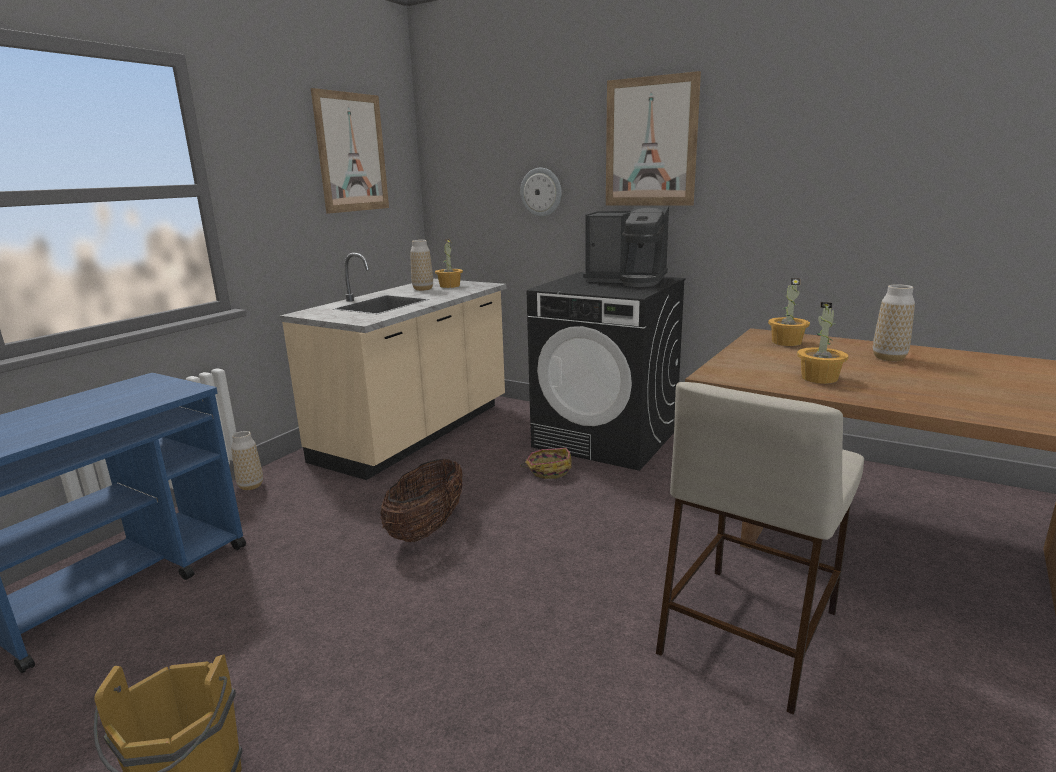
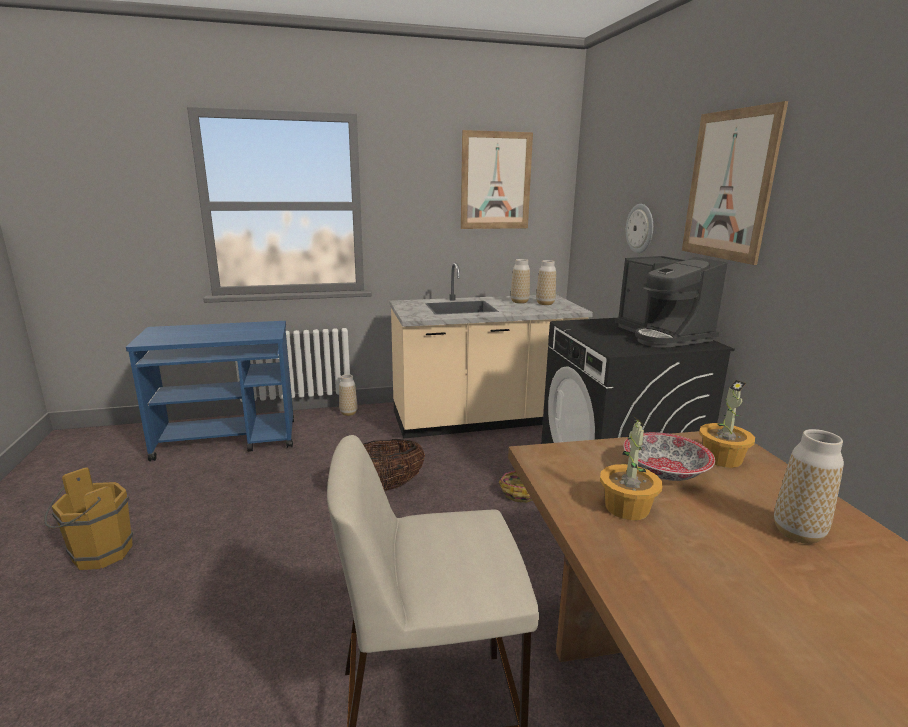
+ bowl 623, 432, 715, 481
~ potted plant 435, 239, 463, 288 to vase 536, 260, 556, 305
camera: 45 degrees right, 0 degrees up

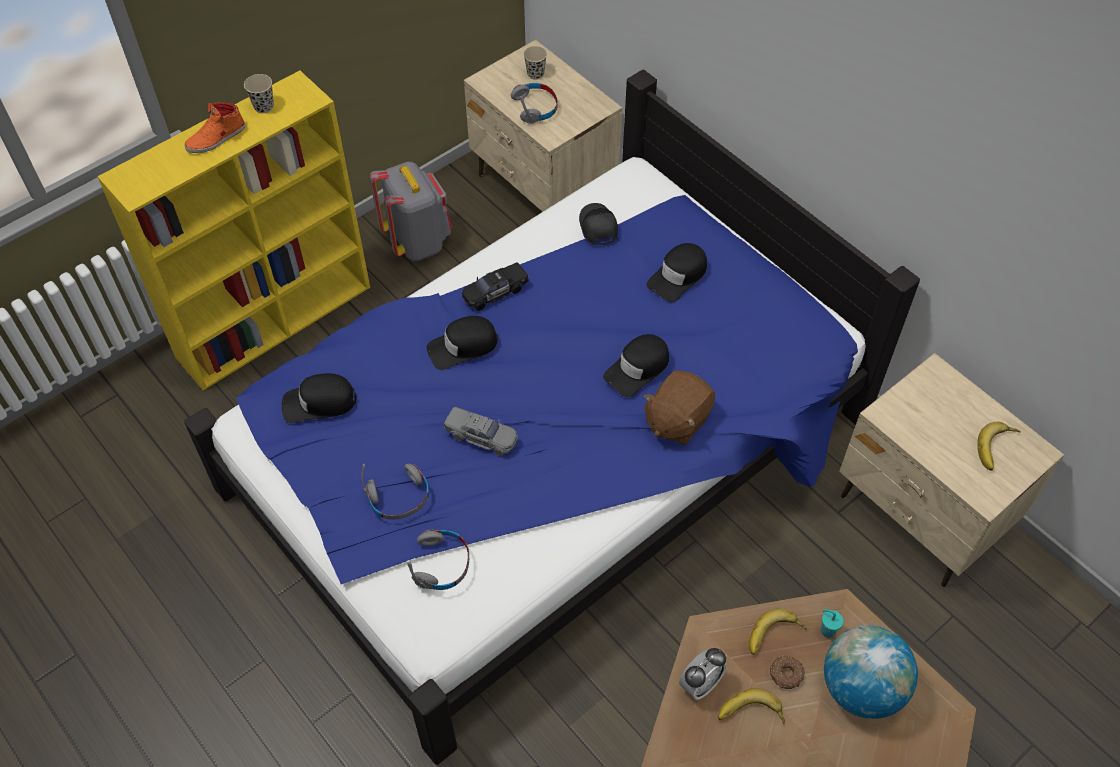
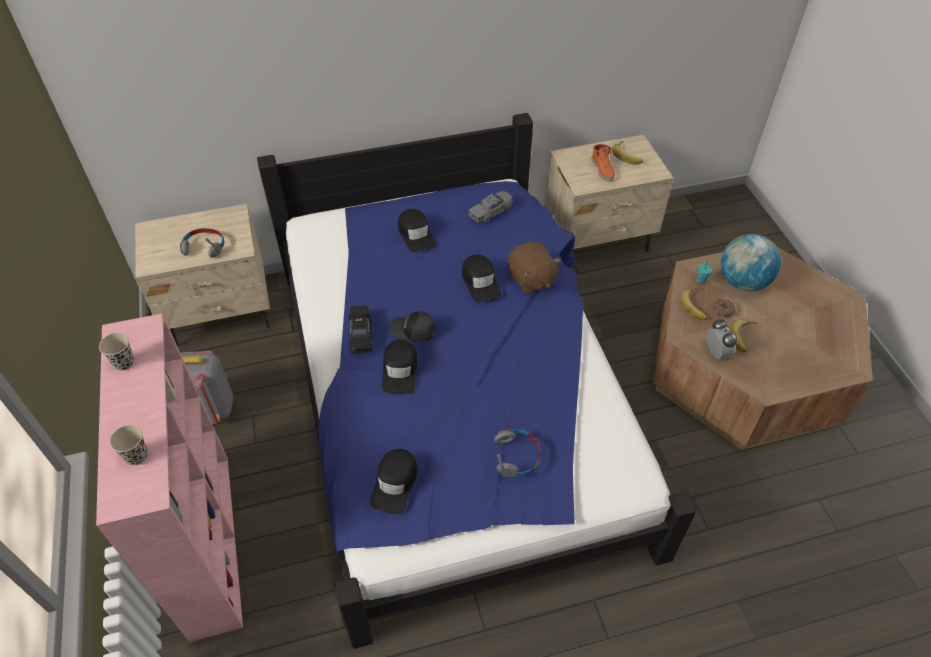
- grey headphones 407, 530, 469, 590
~ orange shoe 184, 102, 245, 153 to 592, 144, 615, 181
~ grey toy car 444, 407, 518, 456 to 468, 191, 513, 223
~ beige cup 523, 46, 547, 80 to 110, 425, 148, 465
~ black cap 579, 203, 618, 245 to 390, 311, 436, 342
~ yellow bookcase 97, 70, 370, 390 to pink bookcase 96, 314, 243, 642
camera: 65 degrees left, 5 degrees down

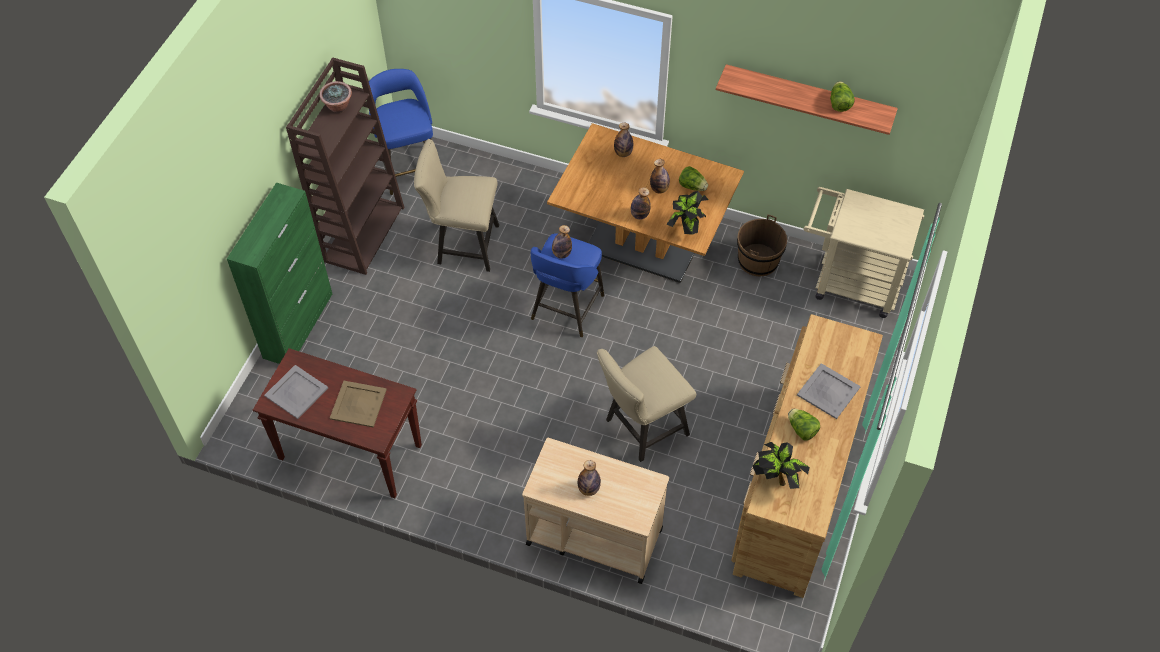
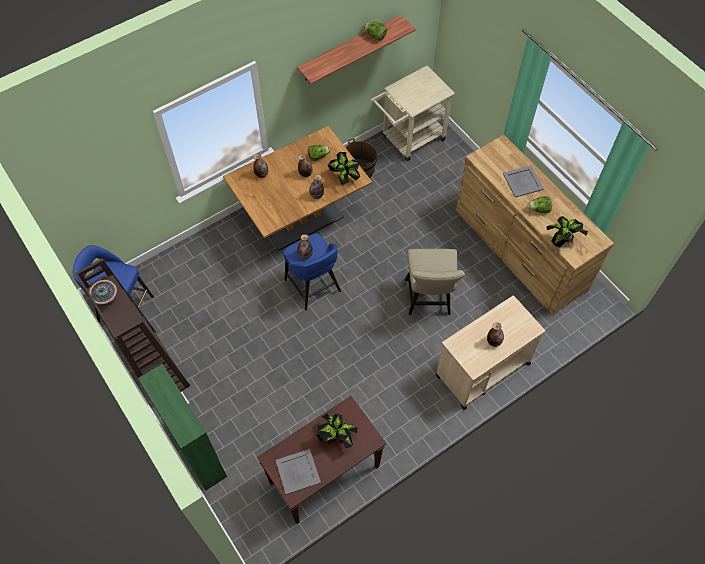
- beige chair 414, 139, 499, 272
~ beige tray 330, 381, 387, 428 to potted plant 316, 413, 358, 449
camera: 55 degrees left, 5 degrees up

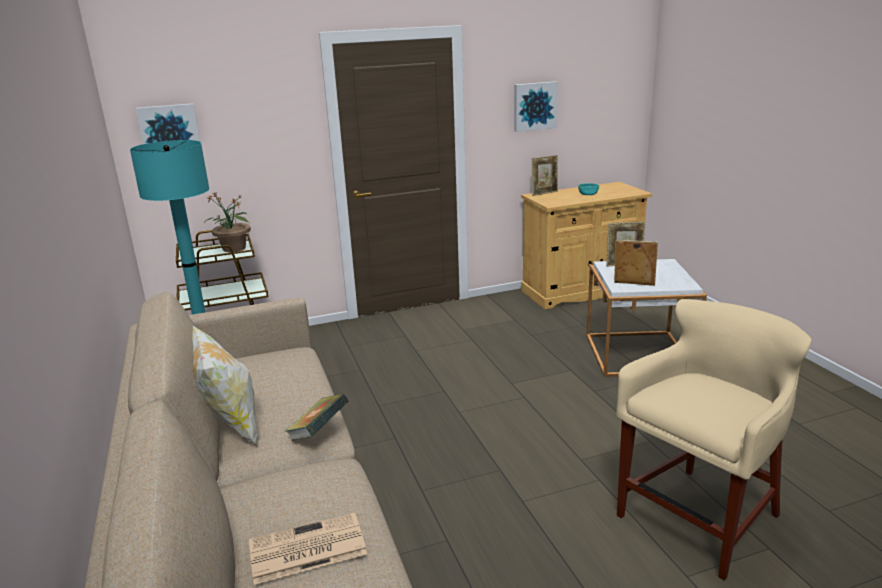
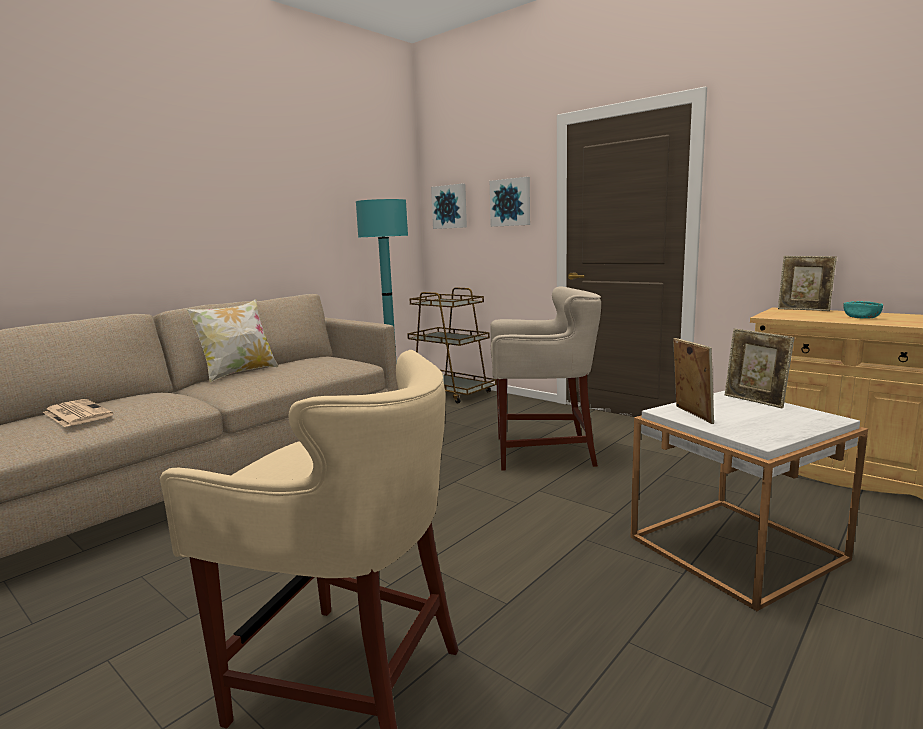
- potted plant 204, 193, 251, 252
- book 286, 393, 349, 441
+ beige stool 490, 286, 601, 471
~ picture 514, 81, 558, 132 to 490, 177, 530, 227
camera: 60 degrees right, 10 degrees down

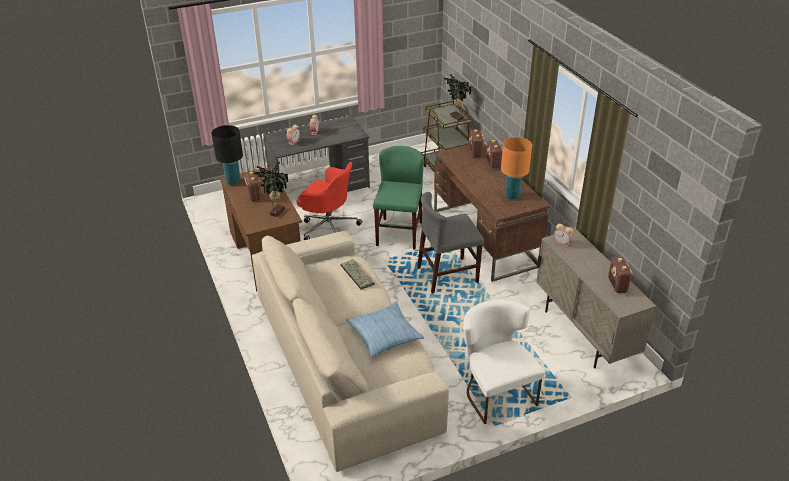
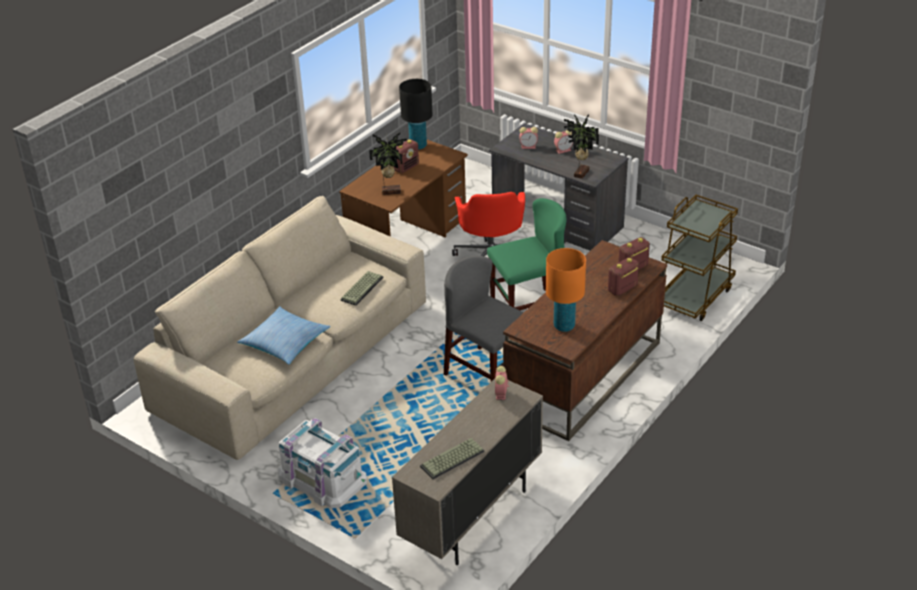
~ potted plant 444, 74, 471, 121 to 564, 114, 599, 179
~ white chair 463, 300, 545, 424 to white storage box 278, 418, 367, 508
~ radio 608, 257, 633, 293 to keyboard 420, 438, 485, 479
camera: 60 degrees right, 0 degrees up

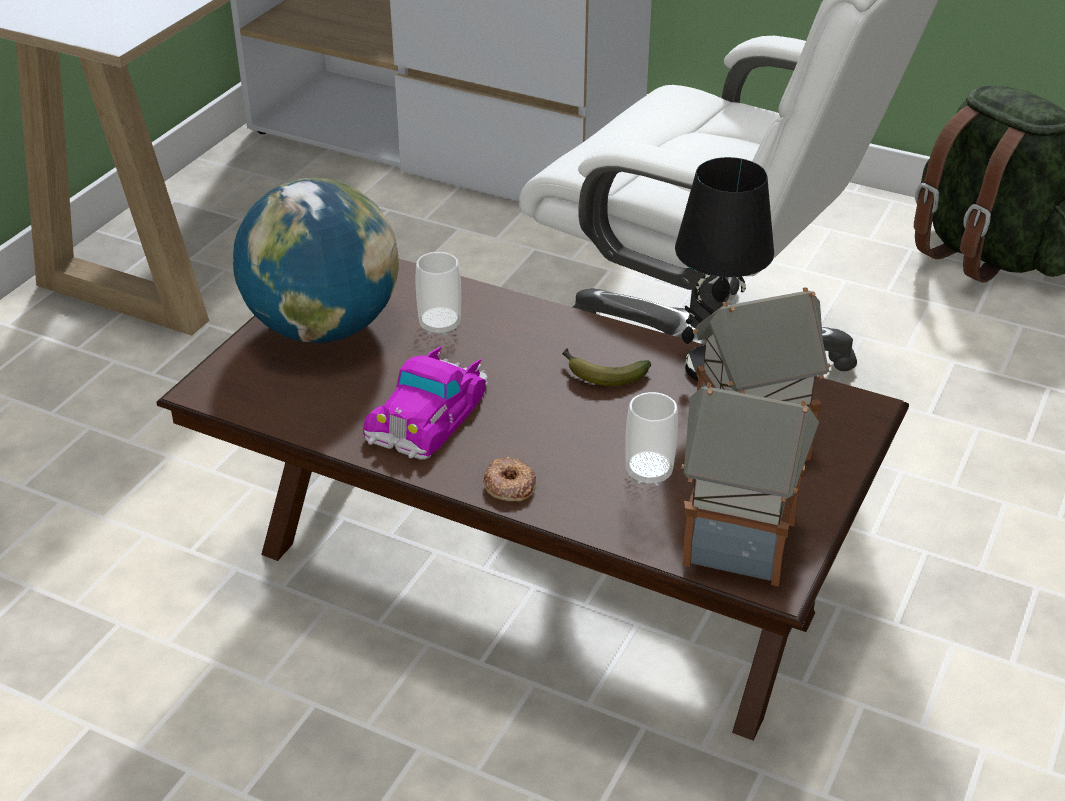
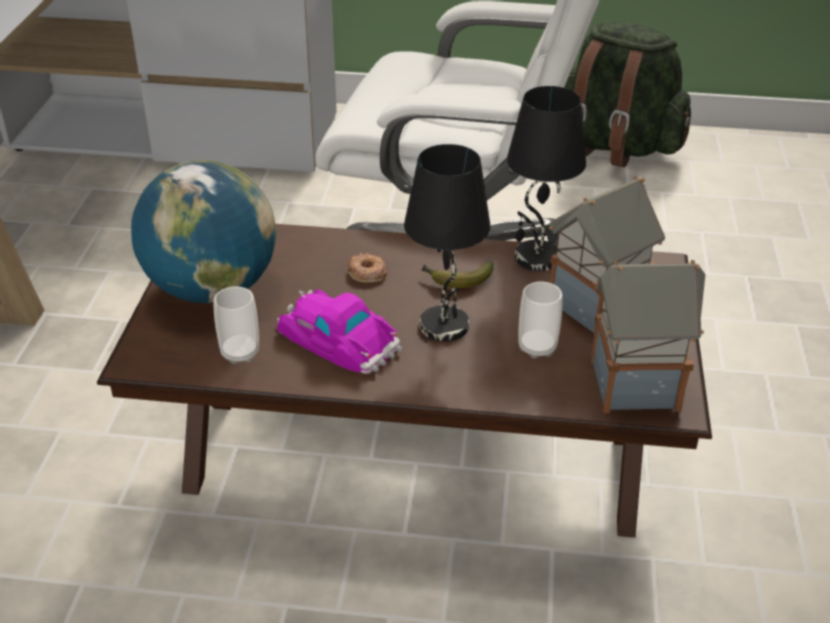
+ black table lamp 404, 144, 491, 342
~ cup 416, 252, 461, 336 to 213, 286, 259, 364
~ donut 483, 457, 536, 501 to 348, 253, 387, 283
~ toy car 363, 346, 488, 460 = 277, 289, 403, 374 120 degrees clockwise
camera: 20 degrees left, 0 degrees up

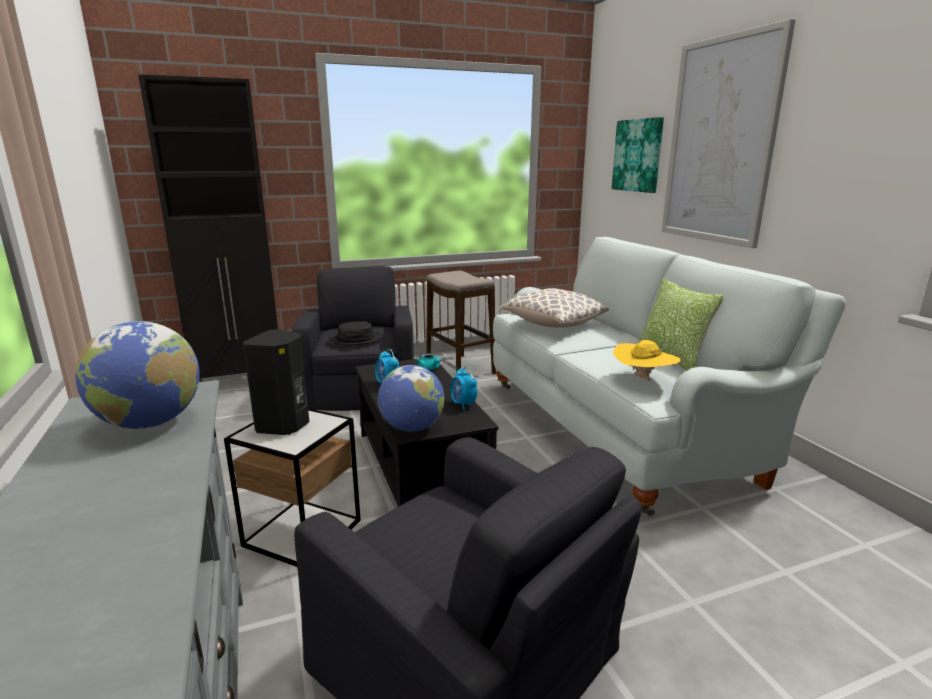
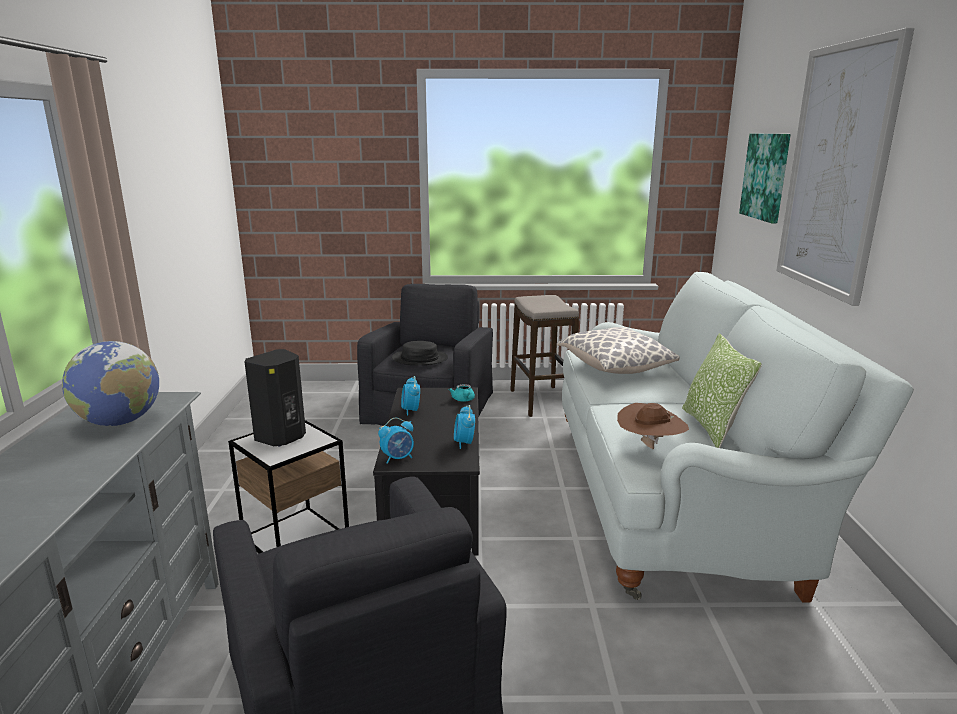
- black cabinet 138, 74, 278, 382
~ globe 378, 365, 445, 432 to alarm clock 378, 418, 414, 464
~ yellow hat 613, 340, 681, 381 to brown hat 617, 403, 689, 449
camera: 20 degrees right, 0 degrees up

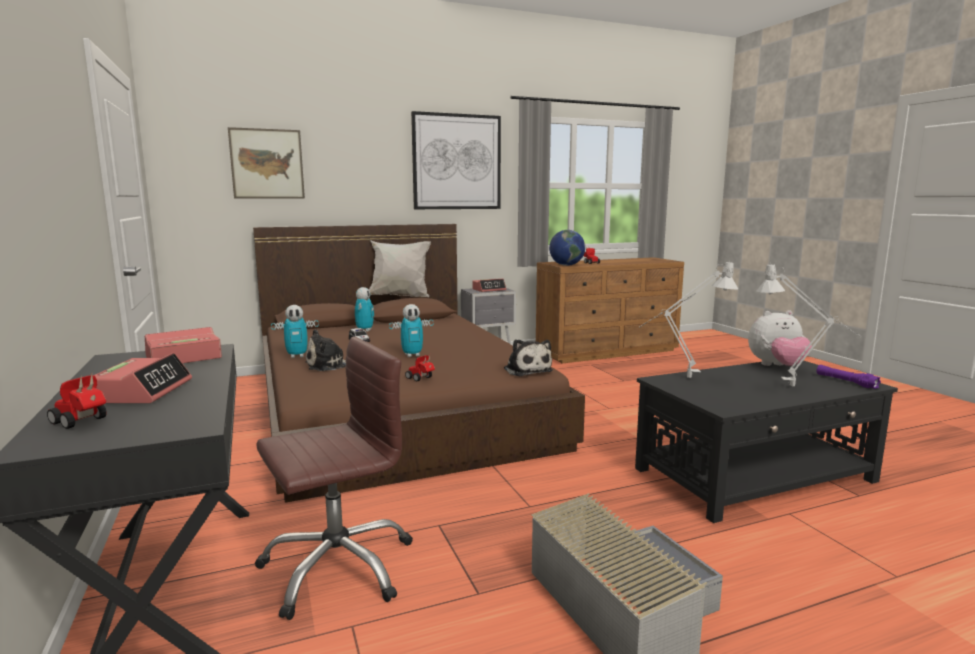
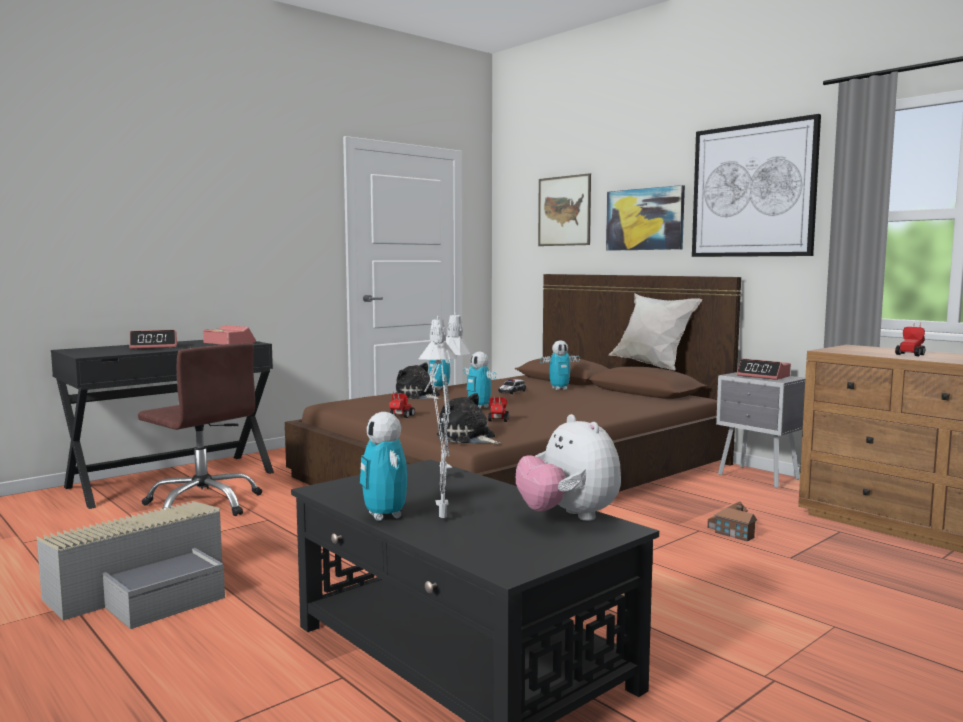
- globe 549, 230, 585, 266
- purple flashlight 816, 365, 881, 389
+ toy robot 360, 412, 407, 521
+ picture 606, 185, 685, 251
+ toy house 707, 502, 757, 542
~ toy car 47, 374, 106, 429 to 488, 395, 509, 422
~ plush toy 504, 339, 553, 376 = 436, 393, 500, 444 90 degrees clockwise
camera: 70 degrees right, 5 degrees down

